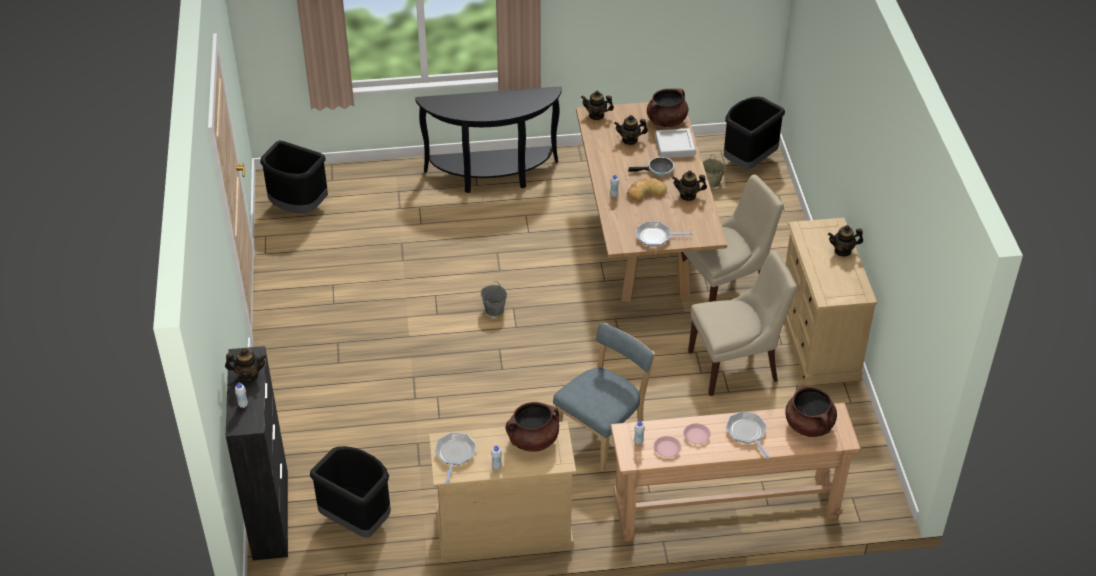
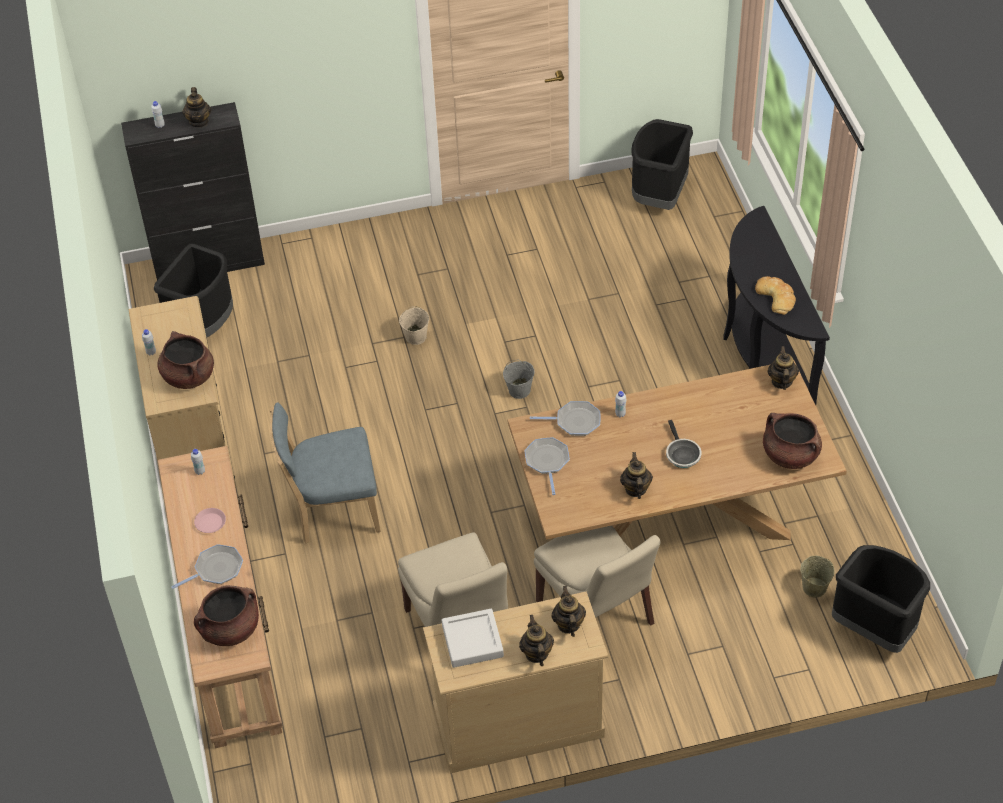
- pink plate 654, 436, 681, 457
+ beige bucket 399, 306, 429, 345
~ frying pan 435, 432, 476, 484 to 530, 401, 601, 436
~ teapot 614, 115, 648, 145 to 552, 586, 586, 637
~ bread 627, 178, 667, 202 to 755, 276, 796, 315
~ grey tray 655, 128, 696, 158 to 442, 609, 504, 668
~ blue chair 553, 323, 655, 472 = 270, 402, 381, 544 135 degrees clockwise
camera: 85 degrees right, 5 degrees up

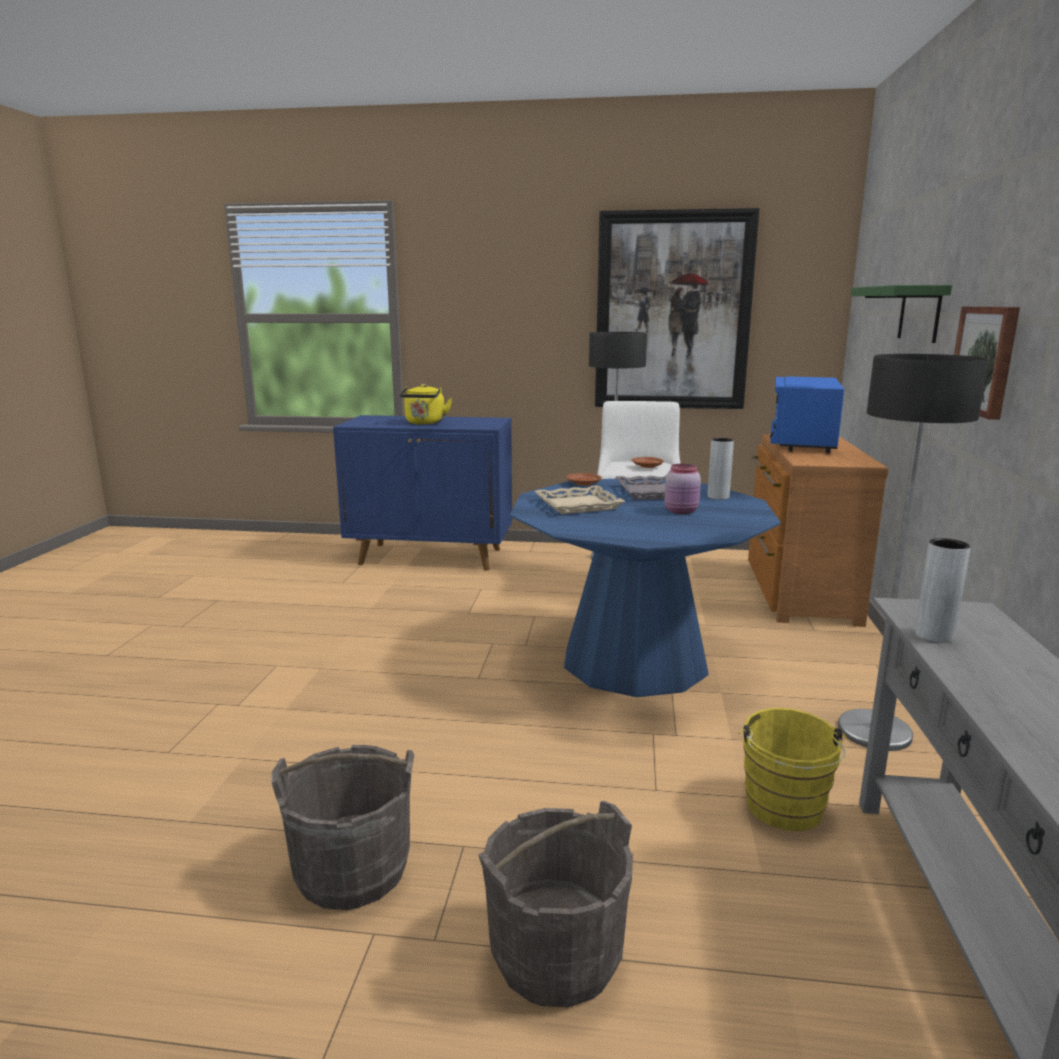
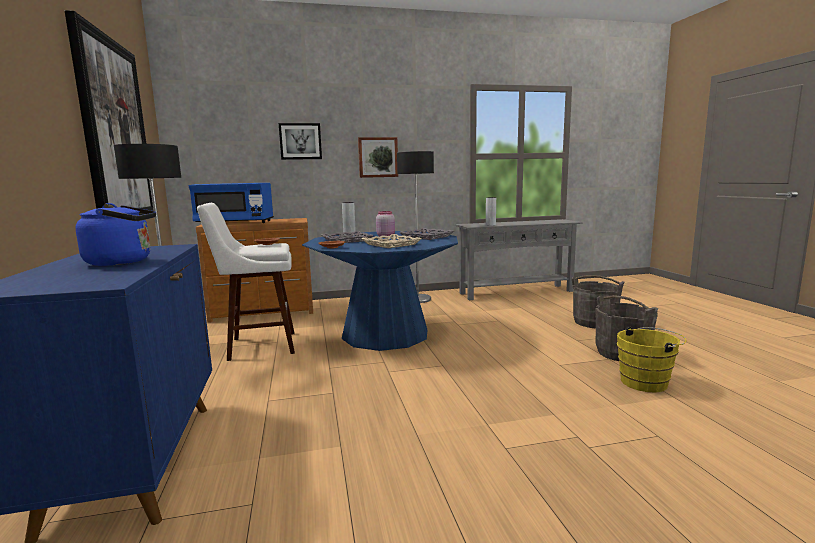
+ grey tray 399, 228, 454, 240
~ yellow bucket 738, 708, 847, 831 to 617, 326, 687, 392
~ green shelf 851, 285, 952, 343 to picture 279, 123, 322, 160
~ yellow kettle 399, 384, 452, 425 to blue kettle 75, 203, 156, 266
camera: 110 degrees left, 5 degrees down

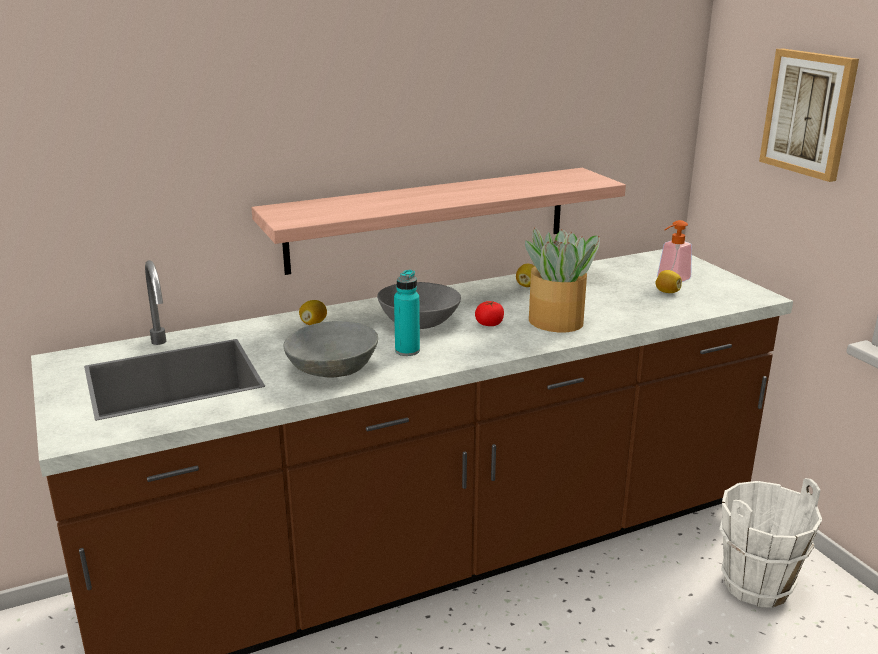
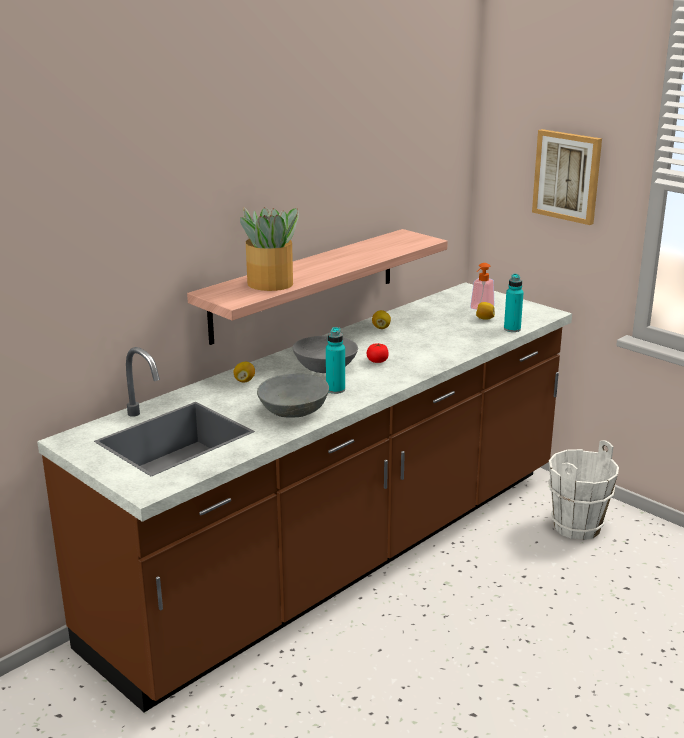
+ turquoise bottle 504, 274, 524, 332
~ potted plant 525, 227, 600, 332 to 240, 207, 299, 291
camera: 20 degrees left, 0 degrees up

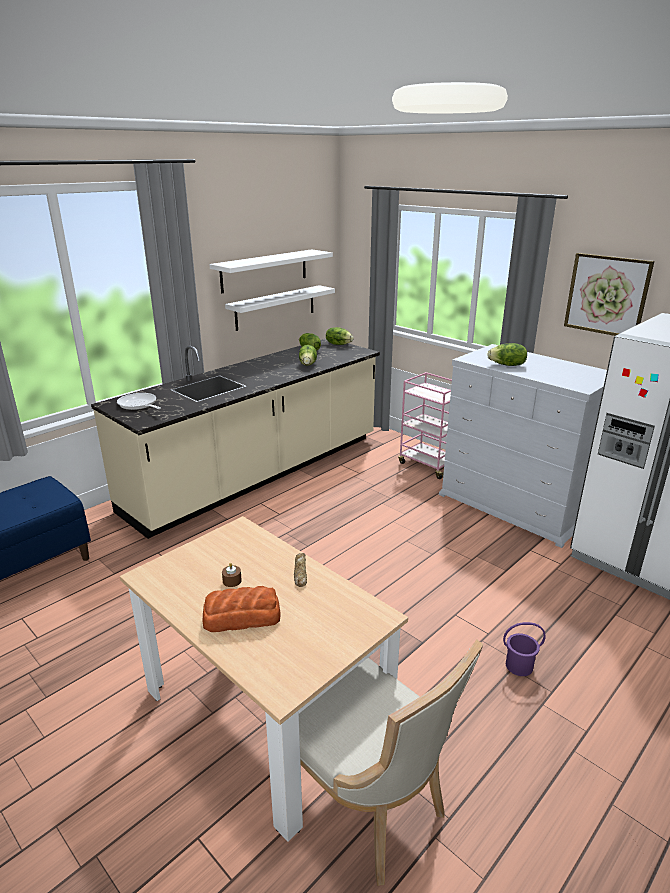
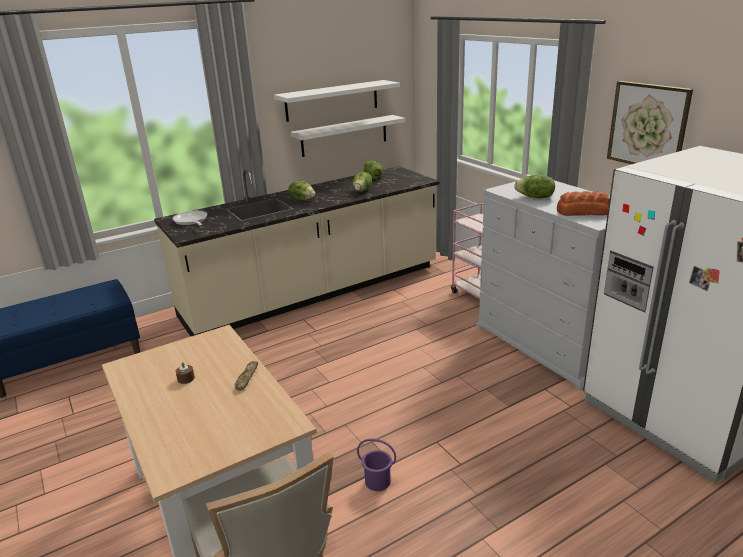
~ bread 202, 586, 280, 632 to 557, 191, 610, 216
~ lettuce 326, 327, 354, 345 to 289, 181, 315, 200
~ purple bucket 503, 622, 546, 676 to 357, 438, 396, 491
camera: 15 degrees right, 0 degrees up

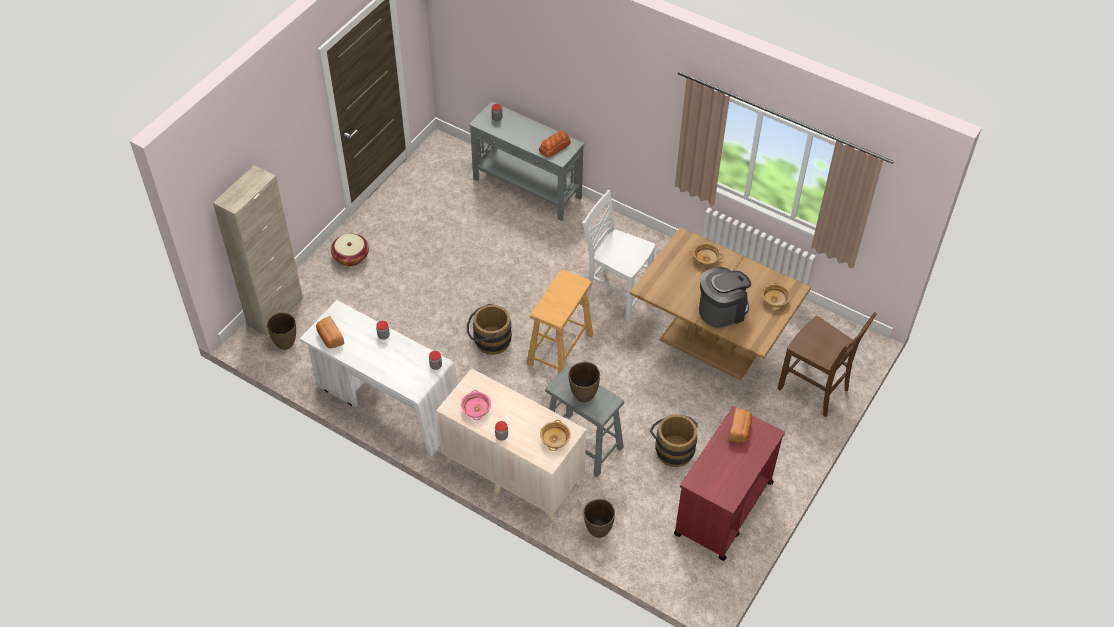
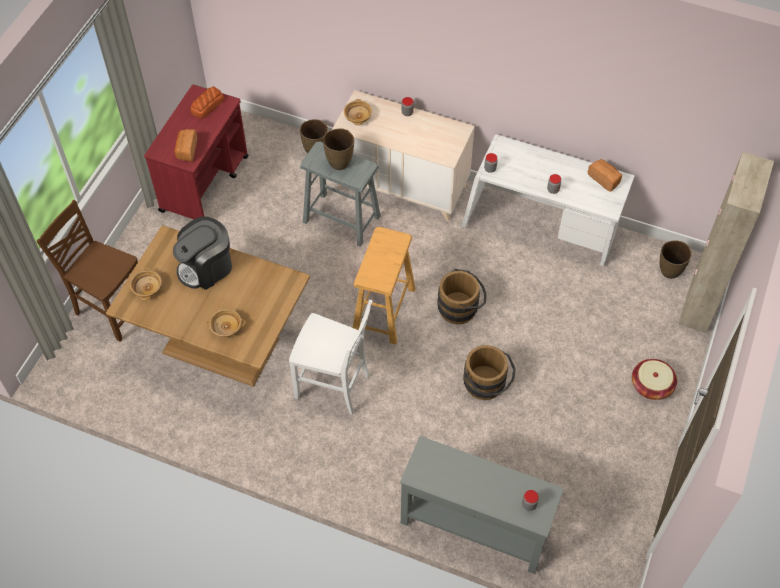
- pink bowl 461, 390, 491, 420
~ bread 539, 130, 571, 157 to 190, 87, 224, 119
~ brown bucket 650, 414, 698, 467 to 463, 345, 516, 400
camera: 170 degrees right, 5 degrees up

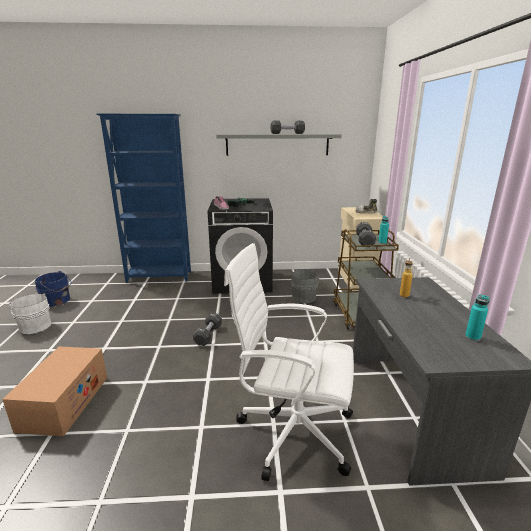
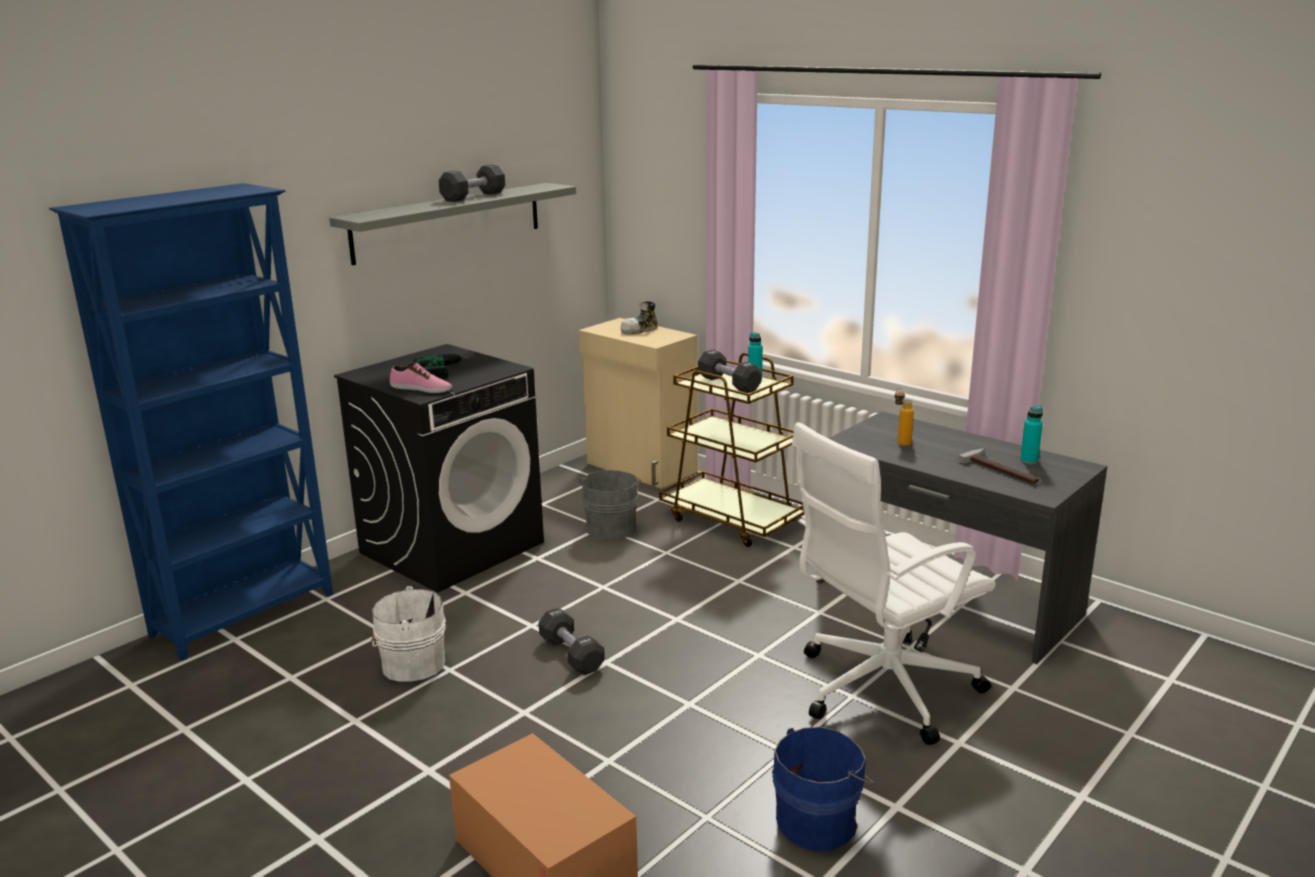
+ hammer 957, 448, 1039, 484
~ white bucket 7, 293, 51, 334 to 372, 586, 446, 681
~ blue bucket 35, 271, 71, 307 to 772, 727, 874, 852
camera: 45 degrees left, 0 degrees up

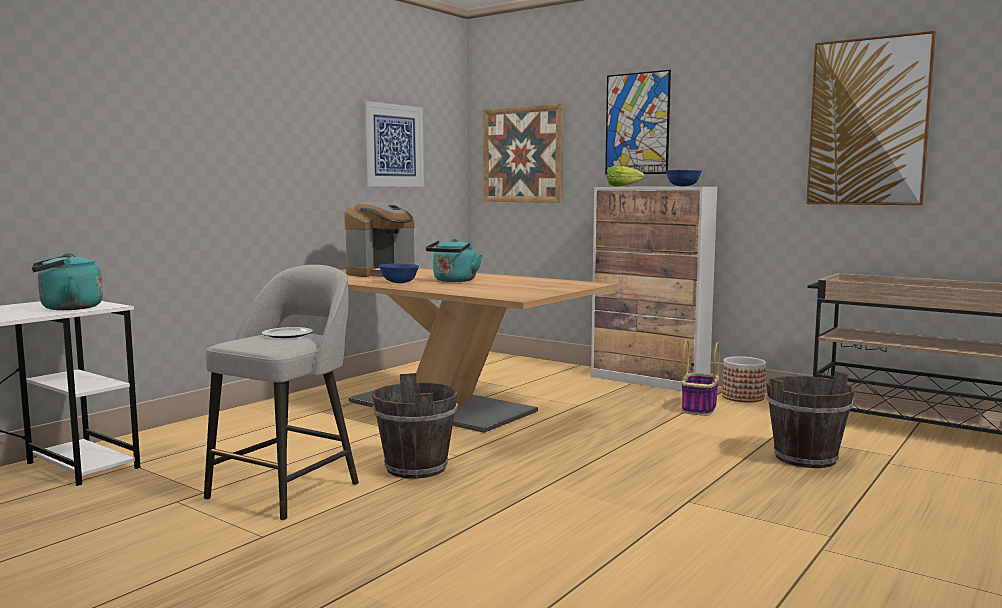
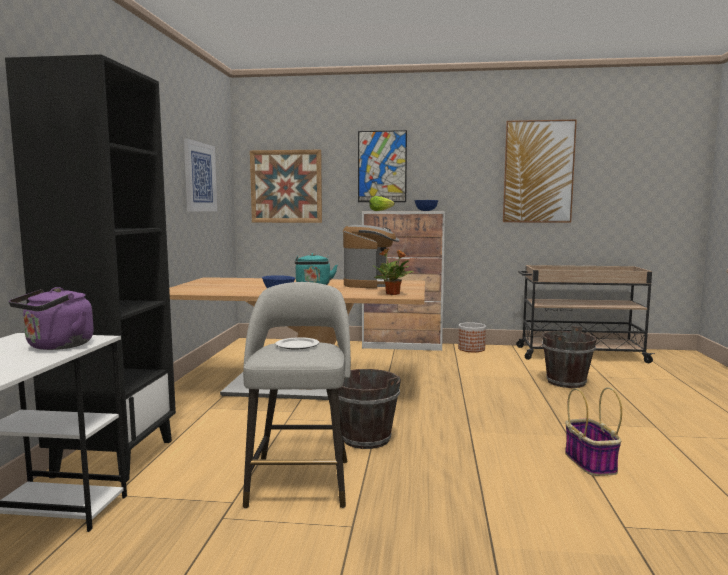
+ black bookcase 5, 54, 176, 482
+ potted plant 372, 248, 414, 295
~ coffee machine 344, 202, 415, 277 to 343, 225, 400, 288
~ basket 682, 340, 720, 416 to 565, 387, 622, 476
~ turquoise kettle 32, 253, 103, 310 to purple kettle 9, 287, 94, 350
camera: 30 degrees left, 0 degrees up

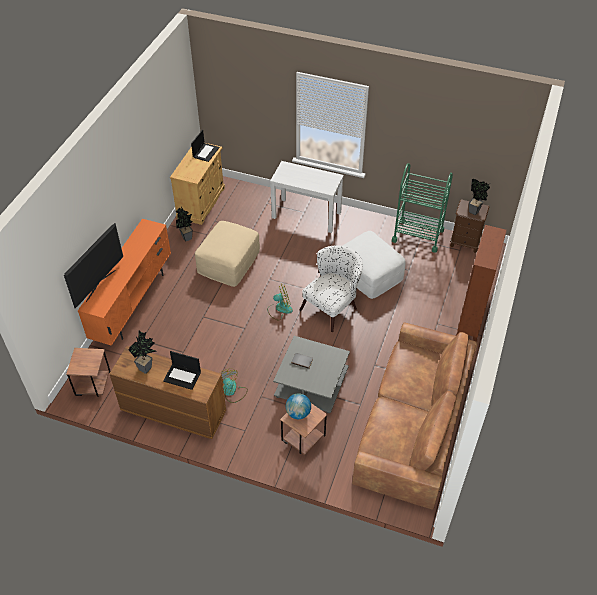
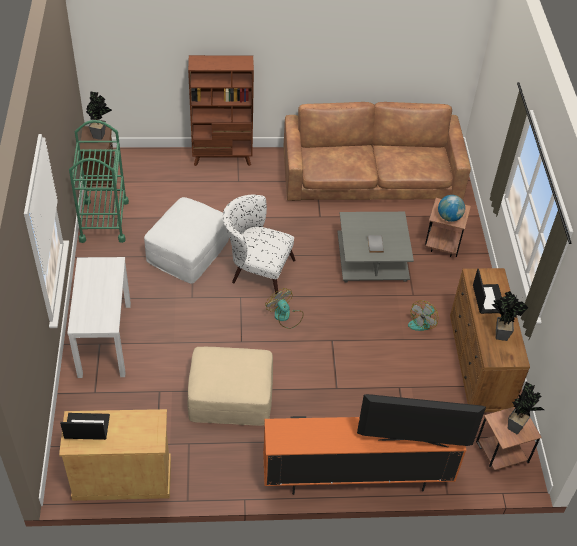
~ potted plant 175, 207, 193, 242 to 508, 382, 544, 434
camera: 115 degrees left, 0 degrees up

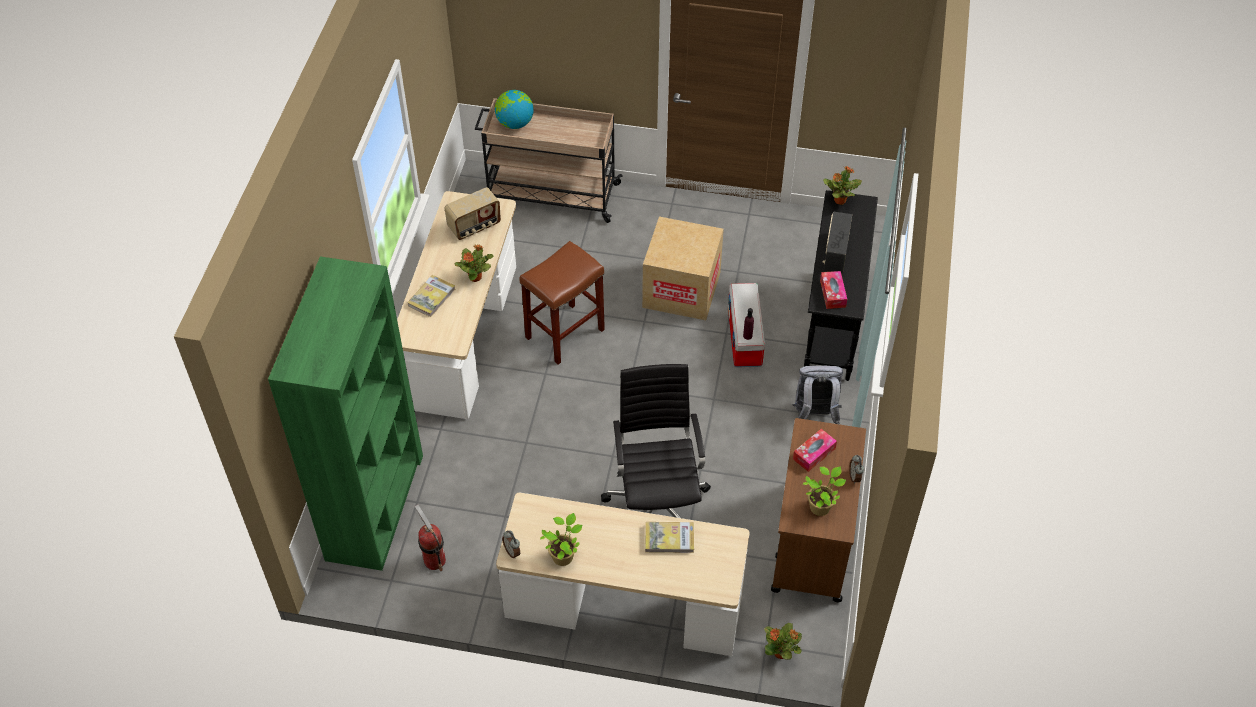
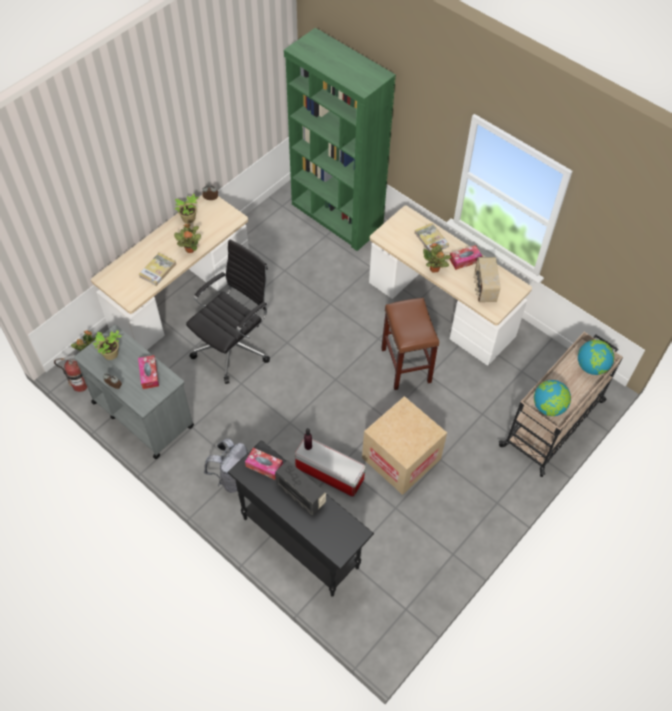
+ tissue box 450, 245, 482, 270
+ globe 534, 380, 571, 416
~ fire extinguisher 415, 505, 446, 571 to 54, 355, 88, 392
~ potted plant 823, 166, 862, 205 to 174, 223, 201, 253
~ brown cart 771, 418, 866, 602 to grey cart 74, 324, 194, 459
~ black office chair 601, 364, 711, 518 = 186, 240, 270, 384 75 degrees counterclockwise
camera: 120 degrees right, 5 degrees up

